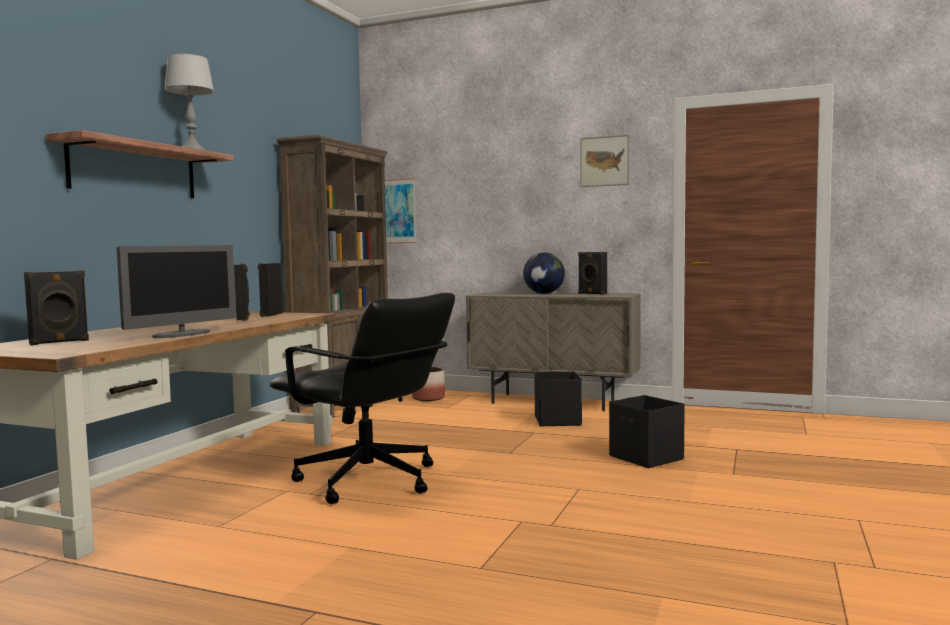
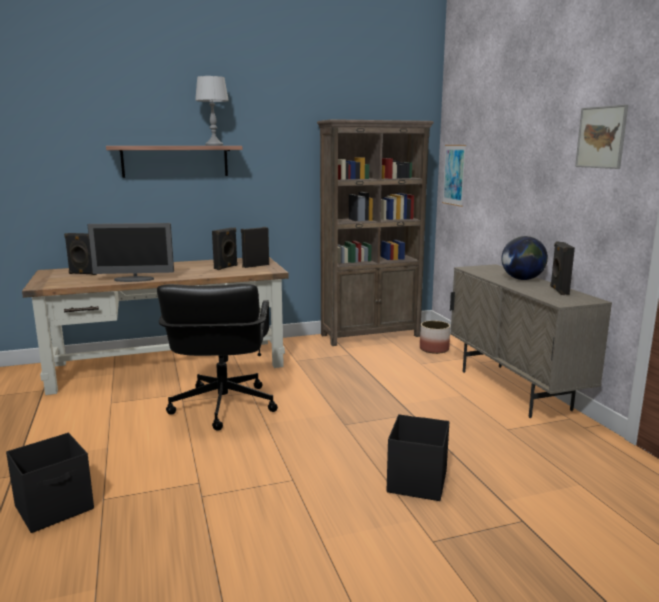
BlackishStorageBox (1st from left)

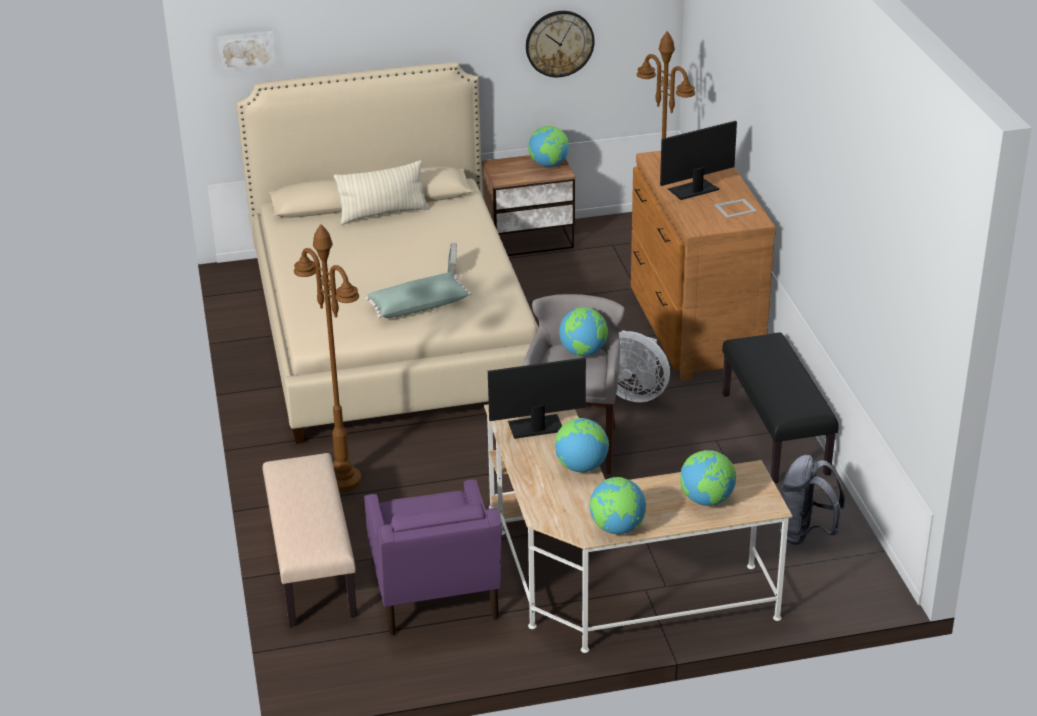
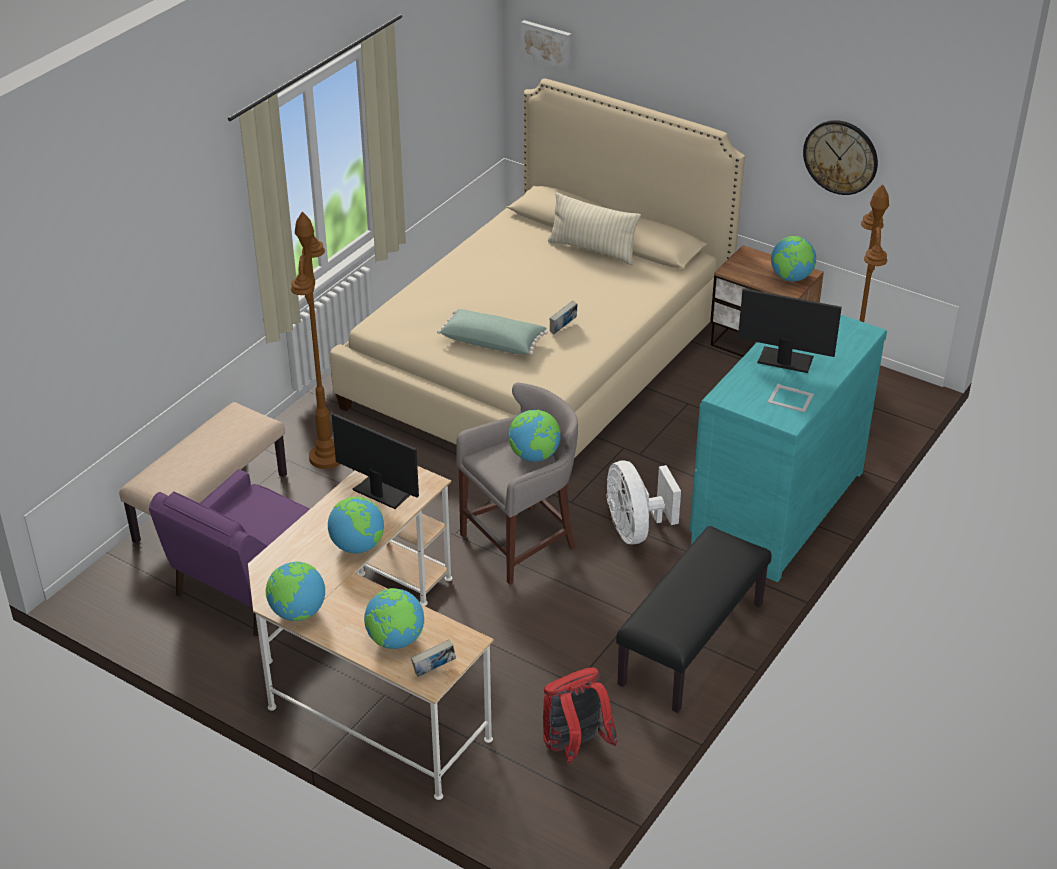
BoundBook (1st from left)
BlueGreenDrawerChest
RedBackpack

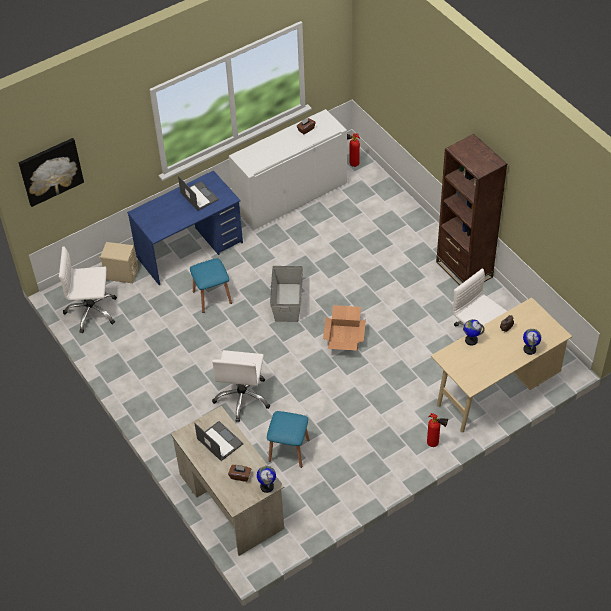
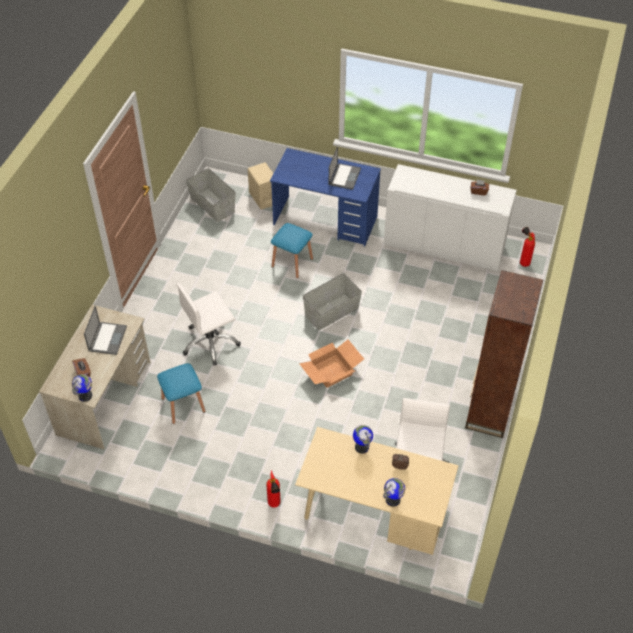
WallArt
GreyishStorageBox (1st from left)

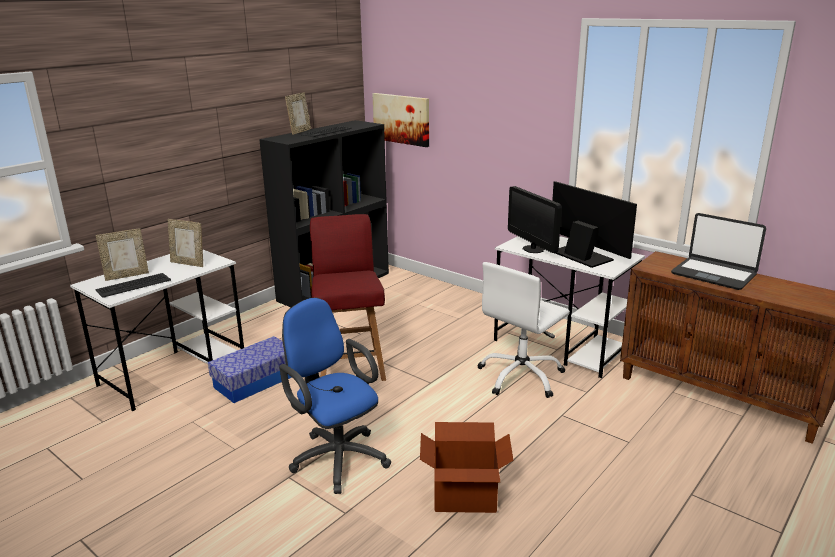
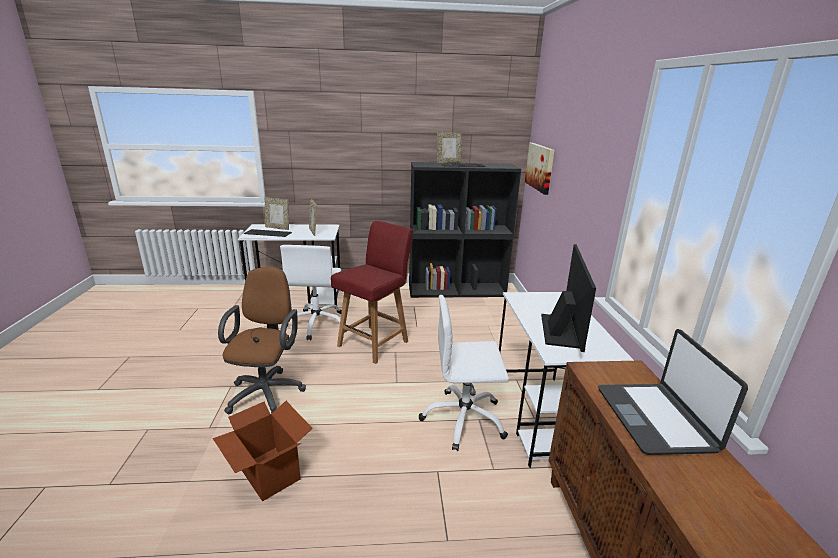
ComputerDisplay (1st from left in the first image)
WhiteColouredOfficeChair (1st from left)
BrownOfficeChair

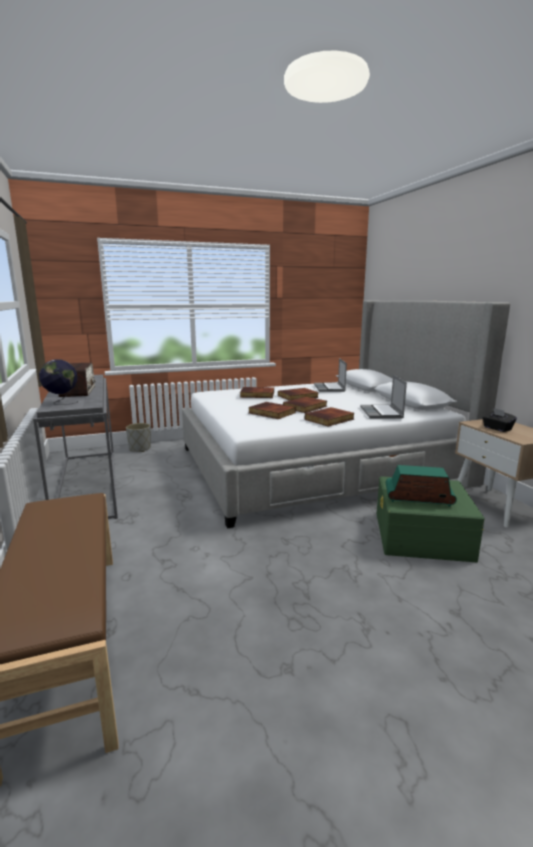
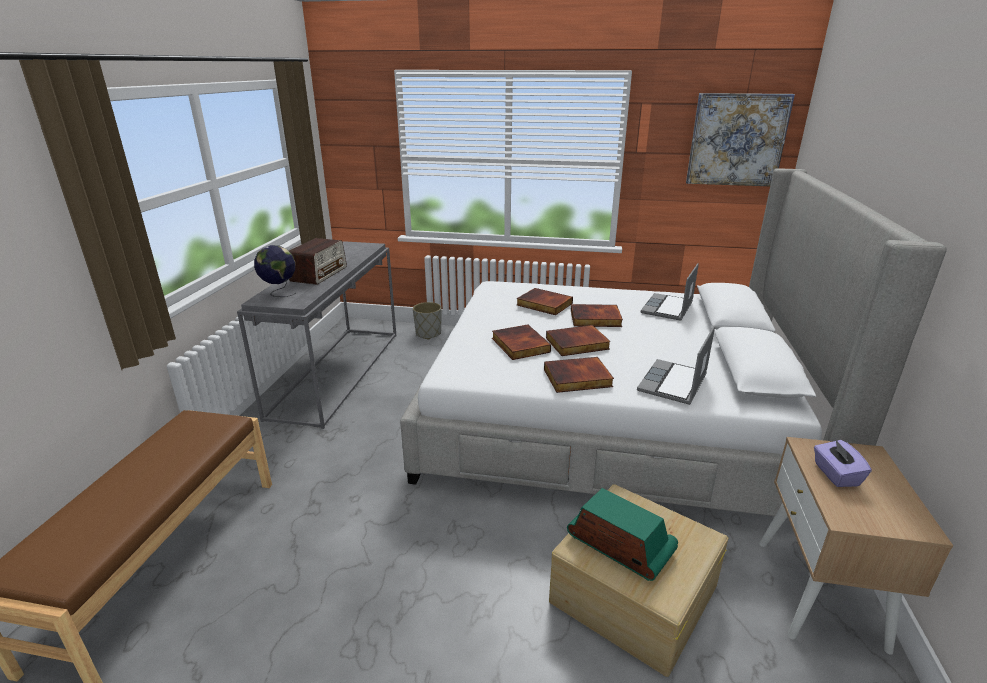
WallArt
SandColouredStorageBox
PurpleColouredTissueHolder

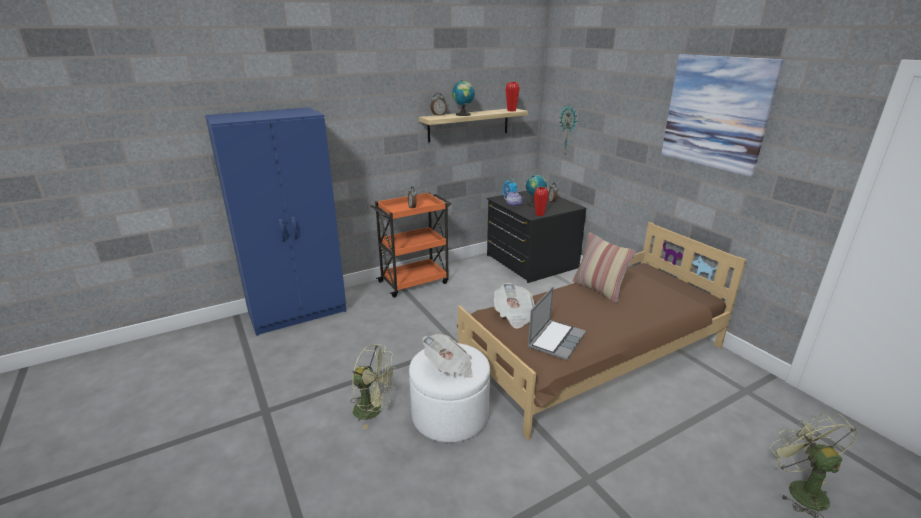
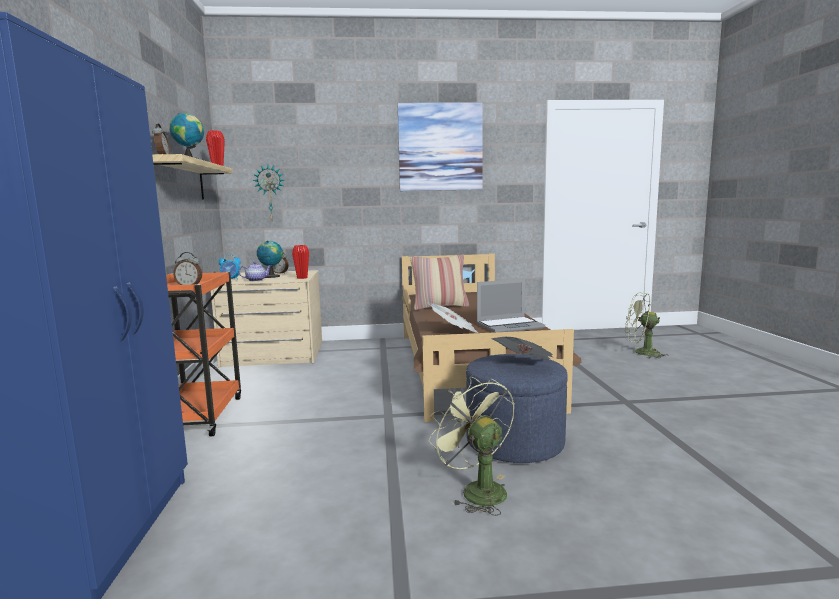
BluishFootrest
SandColouredDrawerChest
GreenCoolingFan (1st from left)
Laptop

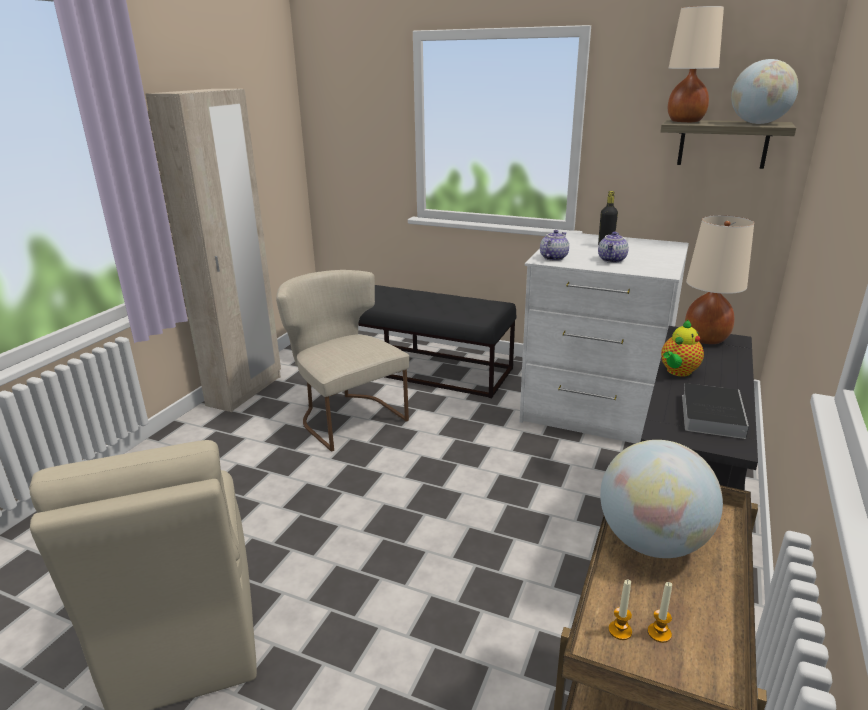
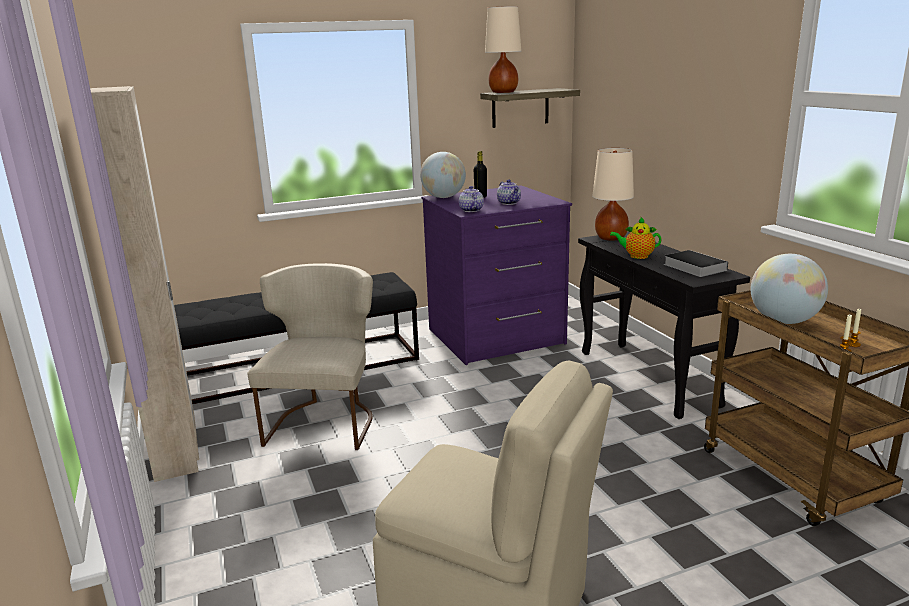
Globe (1st from left)
PurpleColouredDrawerChest
SandColouredPlainChair (1st from left)
TeaPot (3rd from left)

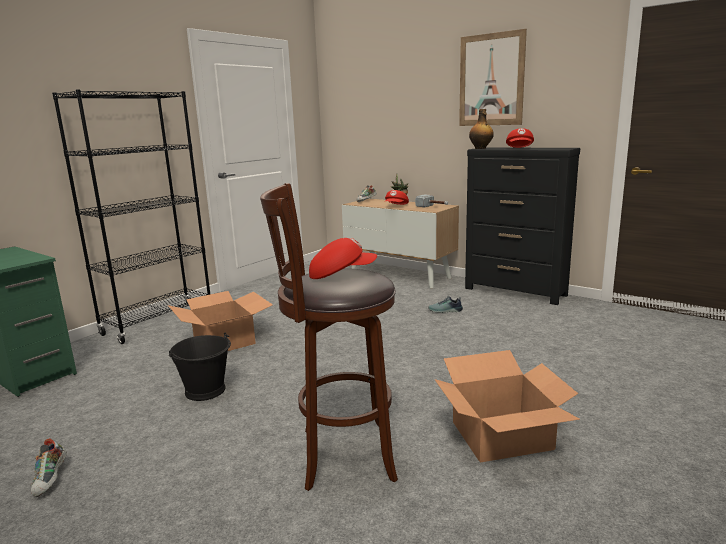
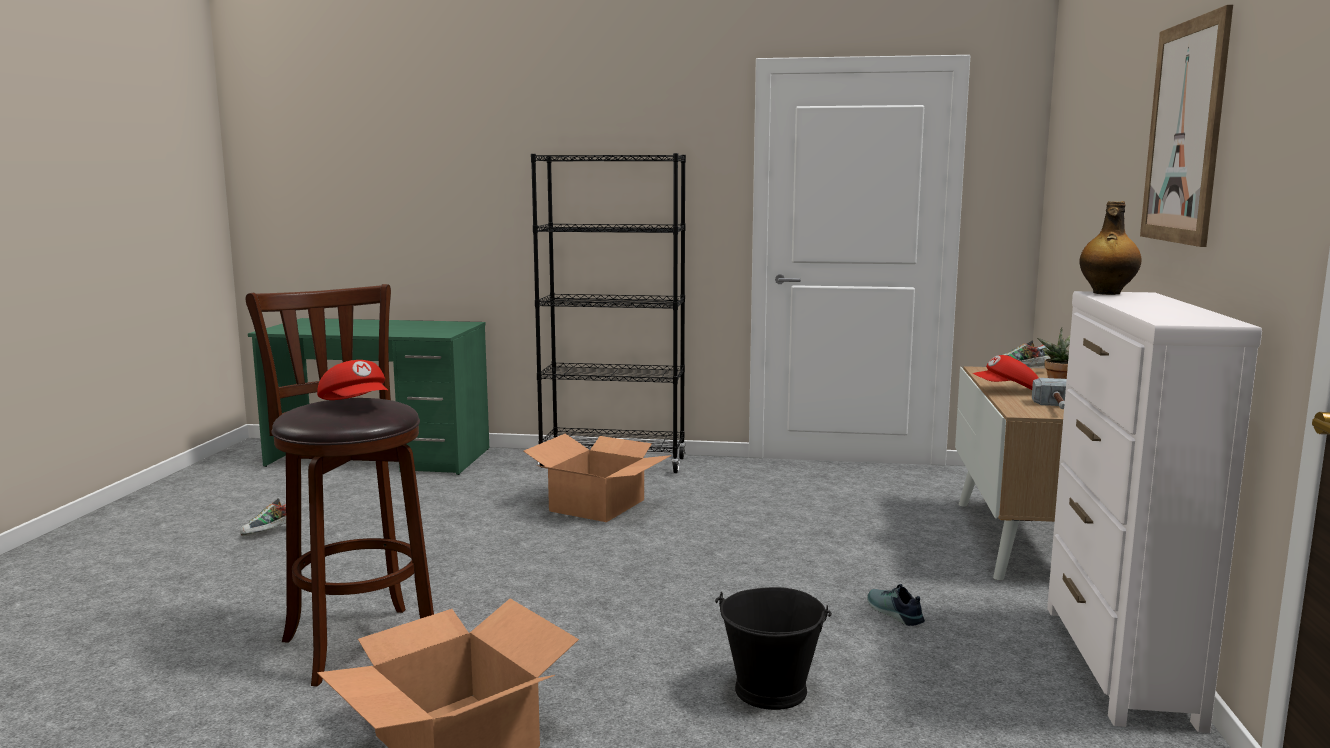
RedPeakedCap (3rd from left in the first image)
BlackishWaterBucket
WhiteColouredDrawerChest

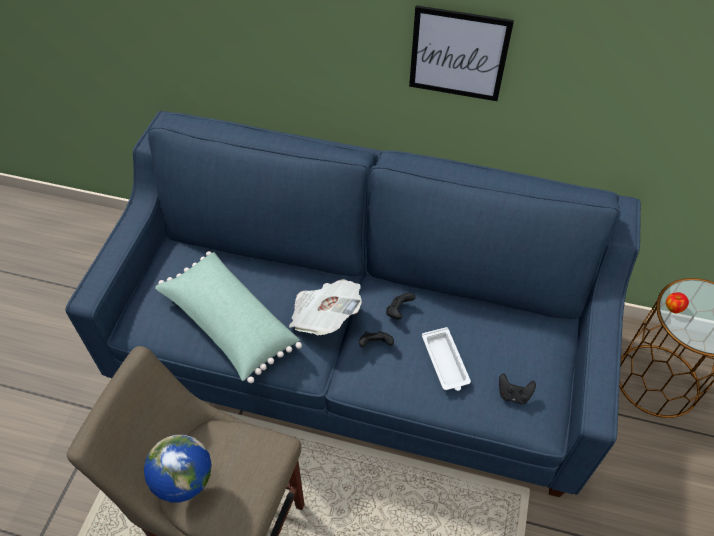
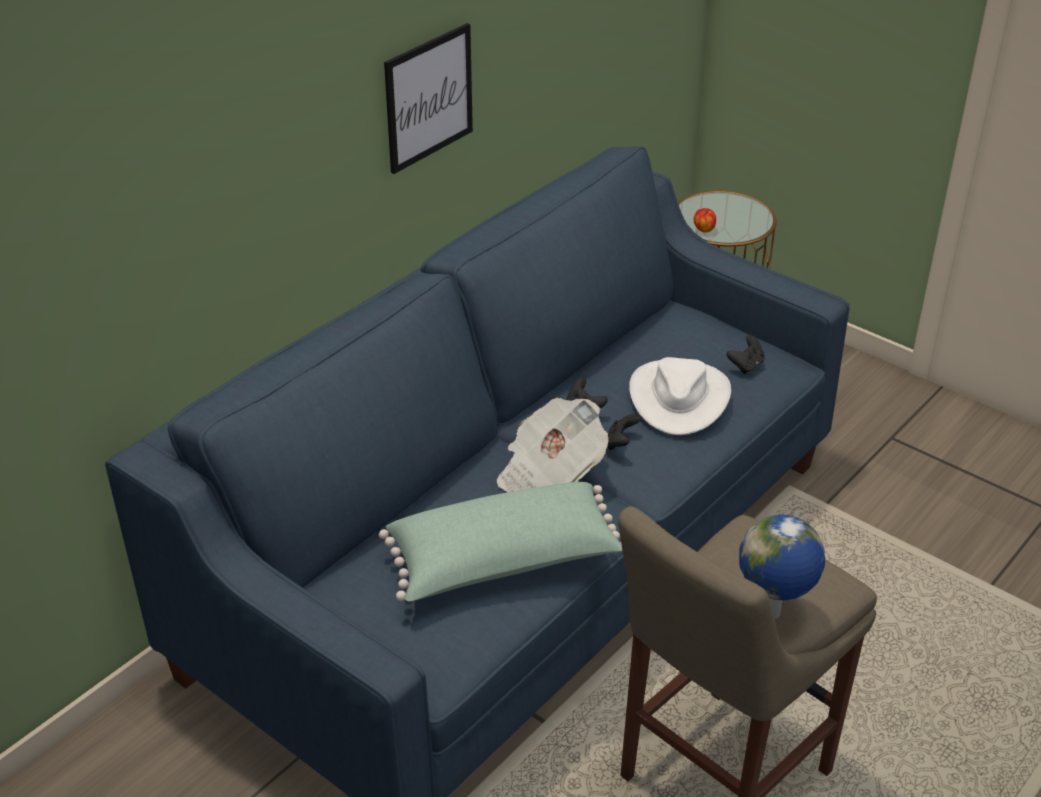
WhiteColouredHat

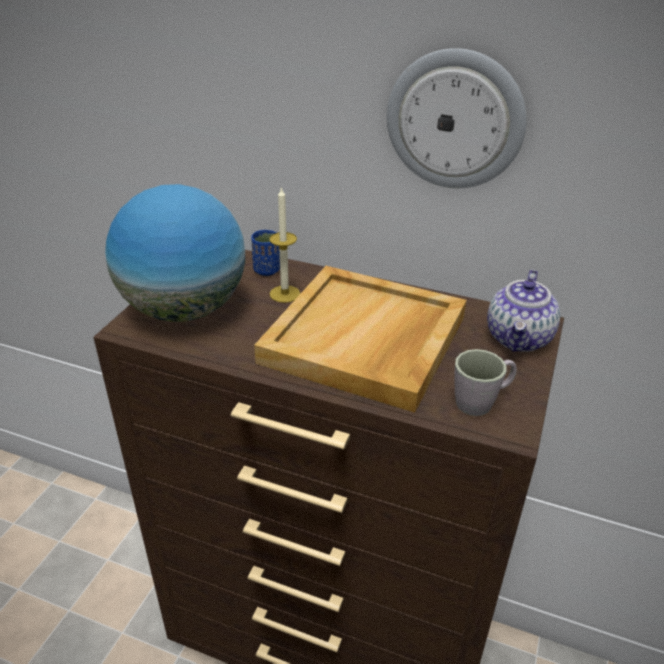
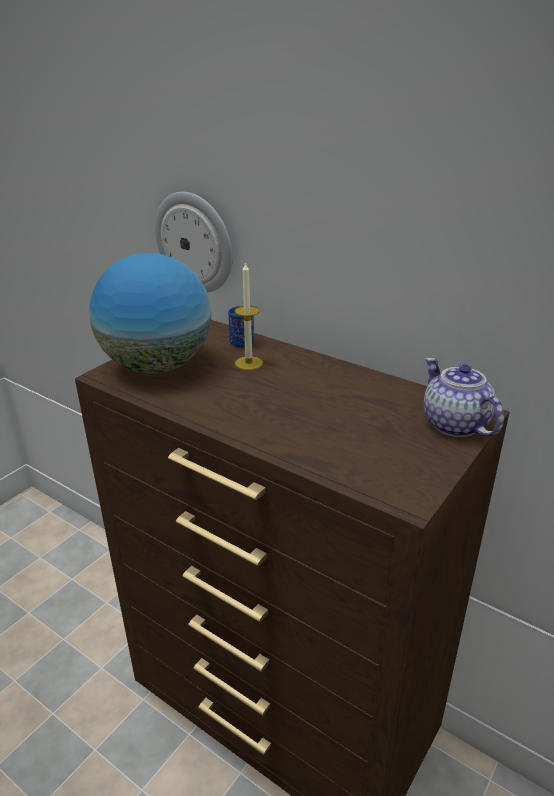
SandColouredTray
GreyishTeaMug
HangingClock
TeaPot

